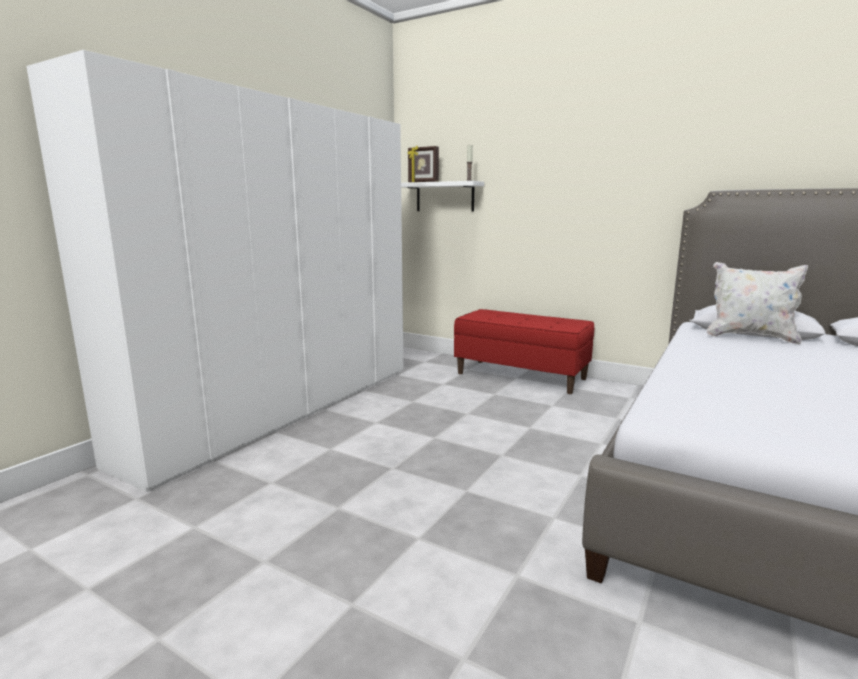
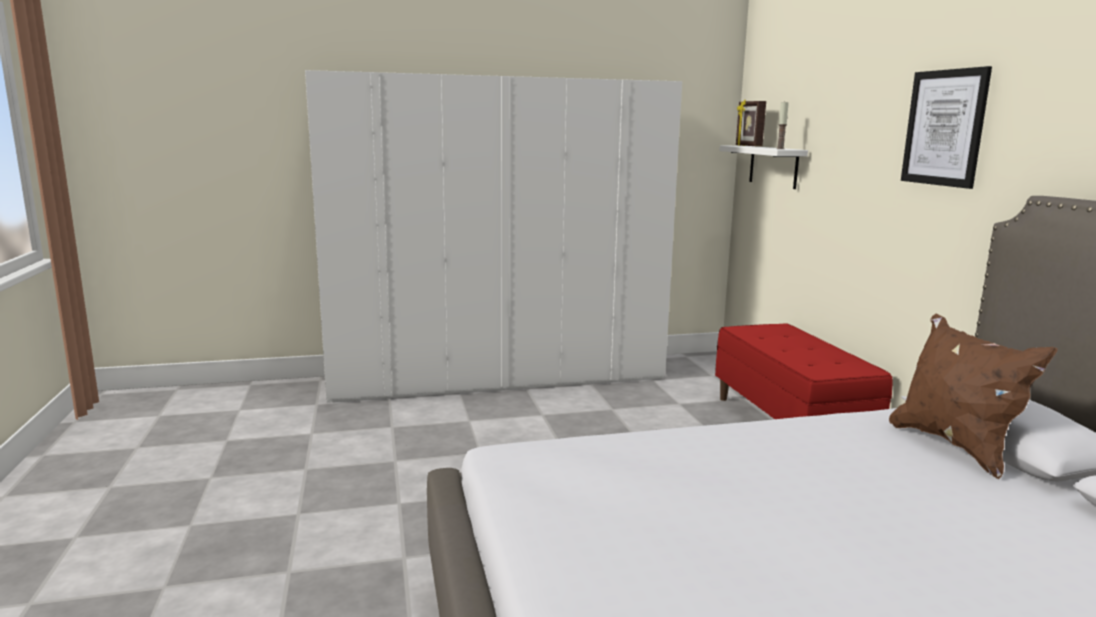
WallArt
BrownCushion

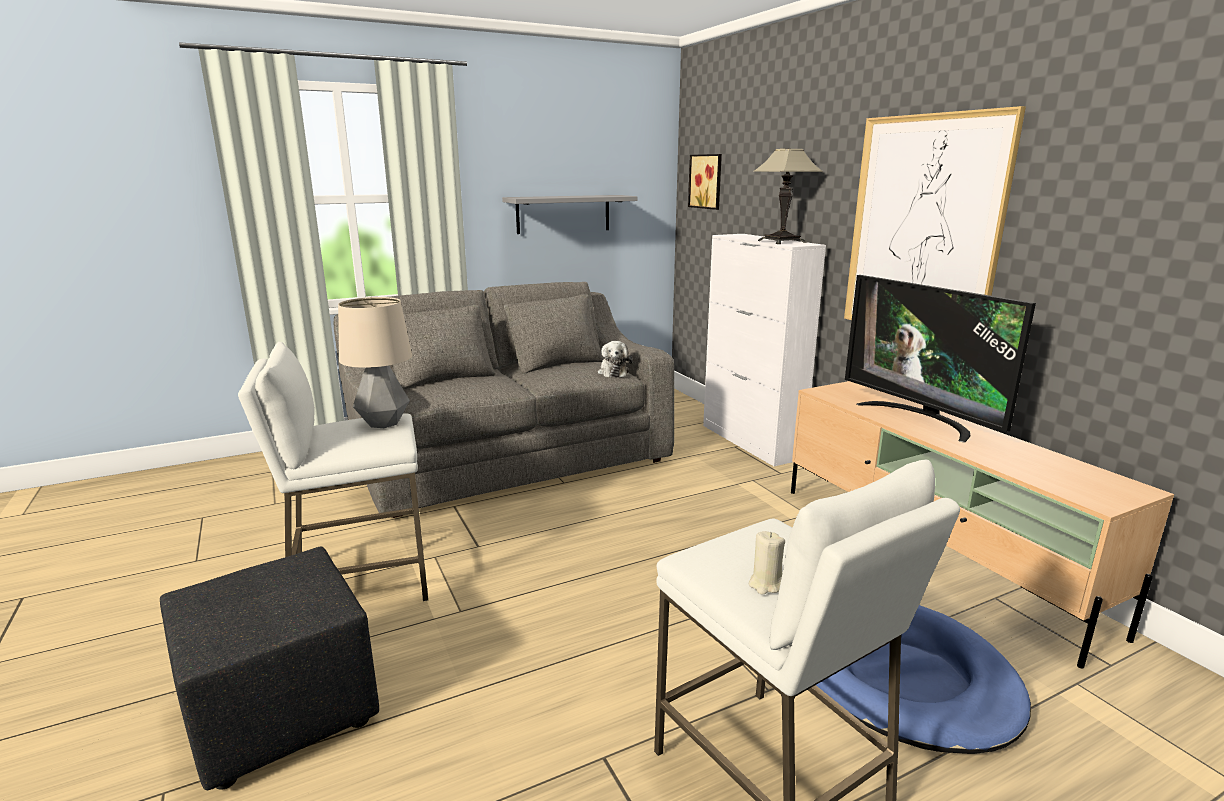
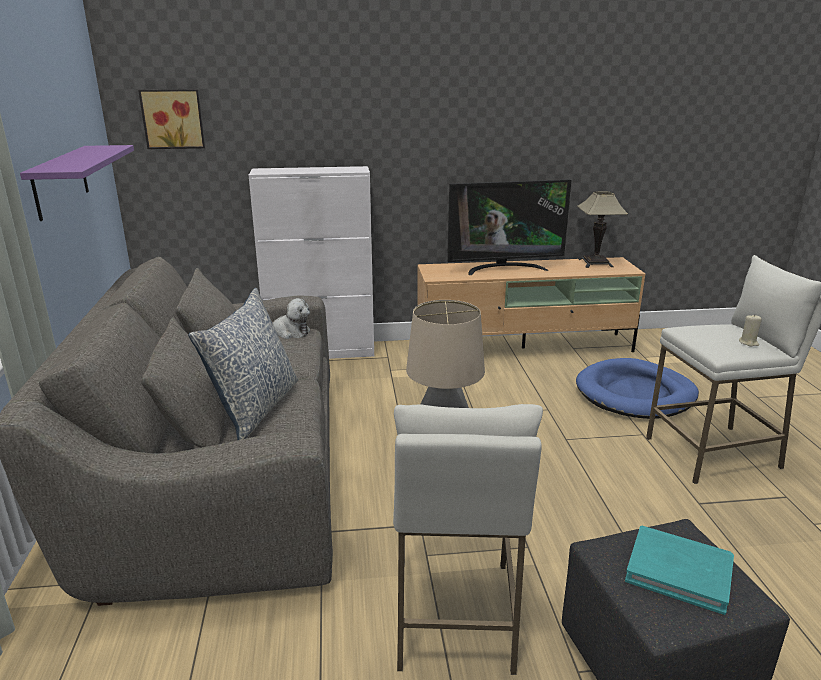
WallArt (2nd from left in the first image)
Cushion
BlueGreenBoundBook
TabletopLamp (2nd from left)
PurpleColouredBracketShelf

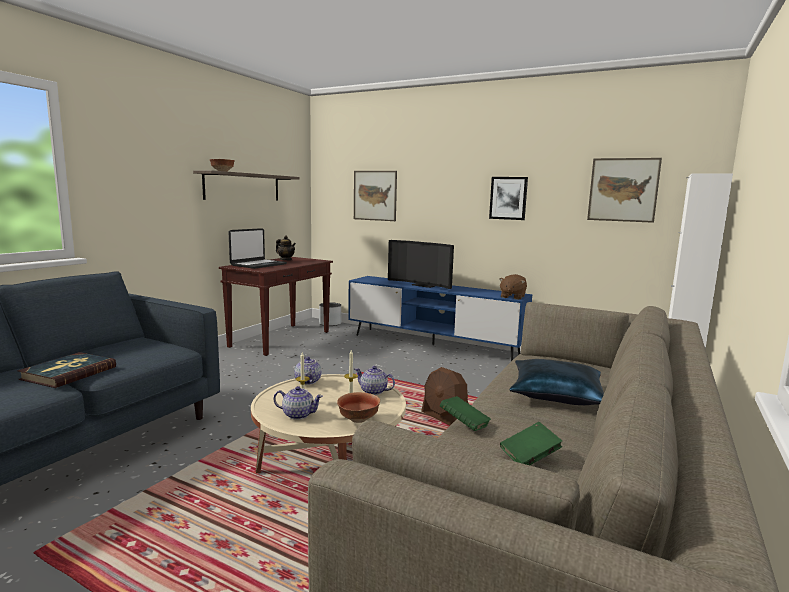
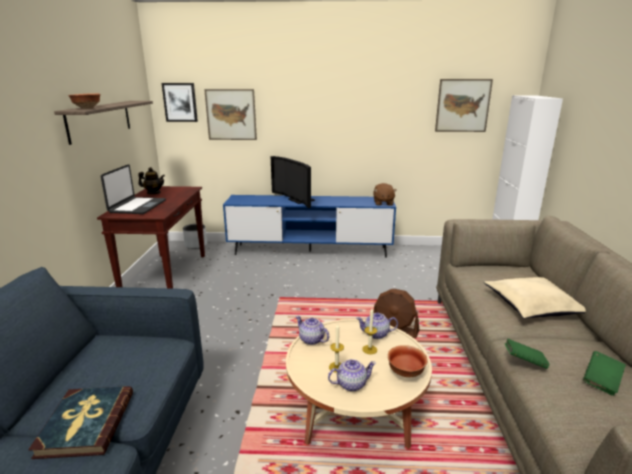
WallArt (1st from left)
SandColouredCushion
Television

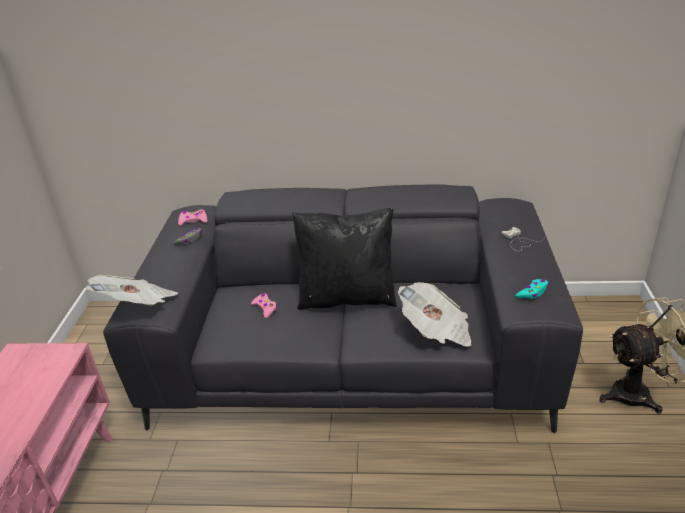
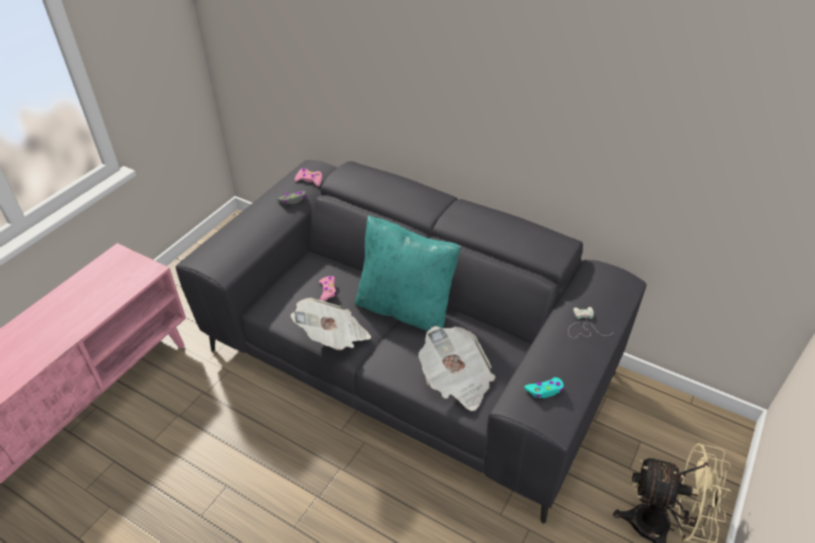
DailyPaper (1st from left)
BlueGreenCushion

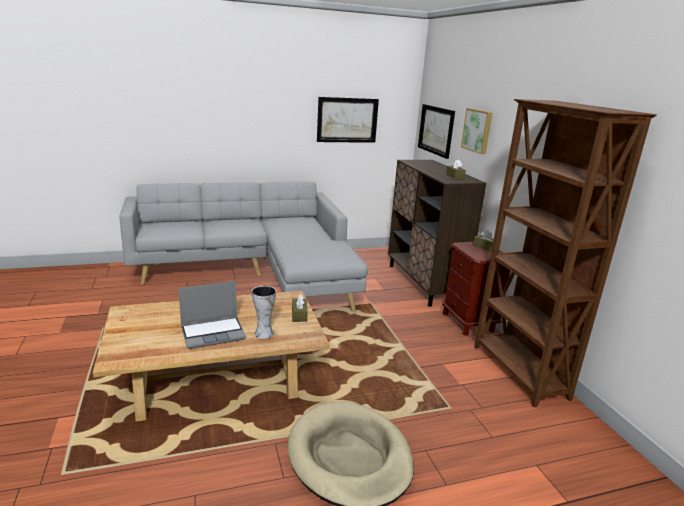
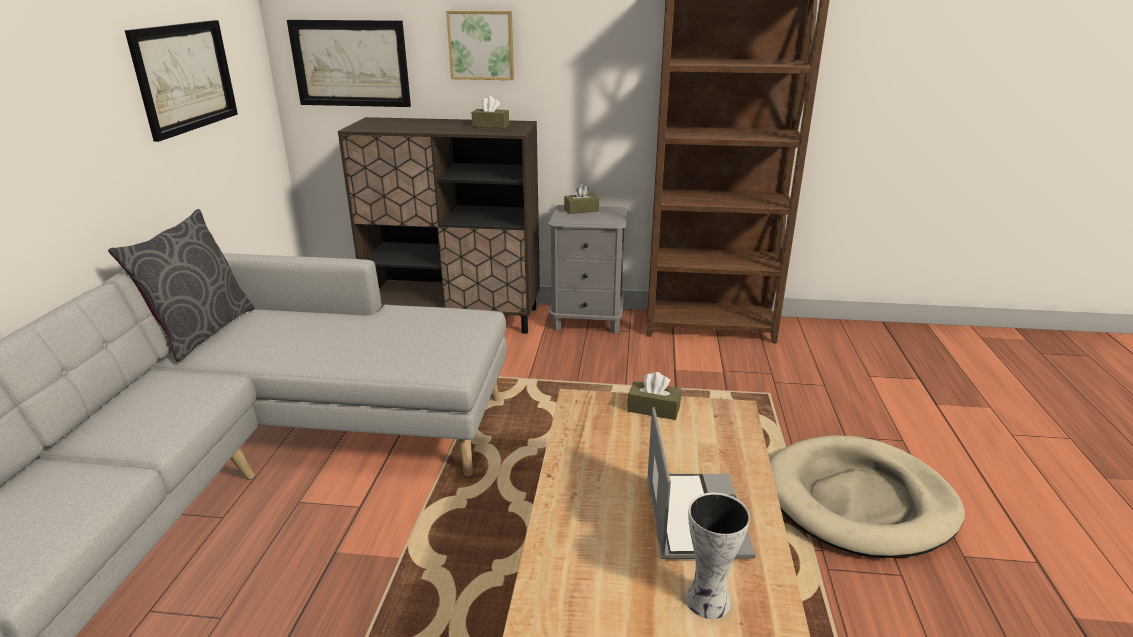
GreyishCushion
Vase
GreyishNightstand

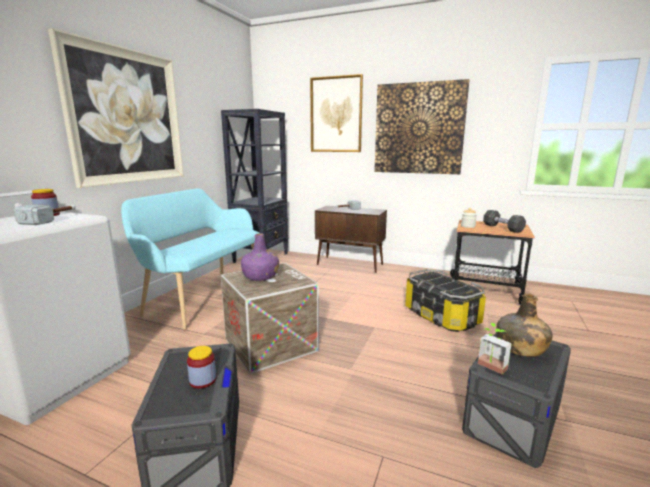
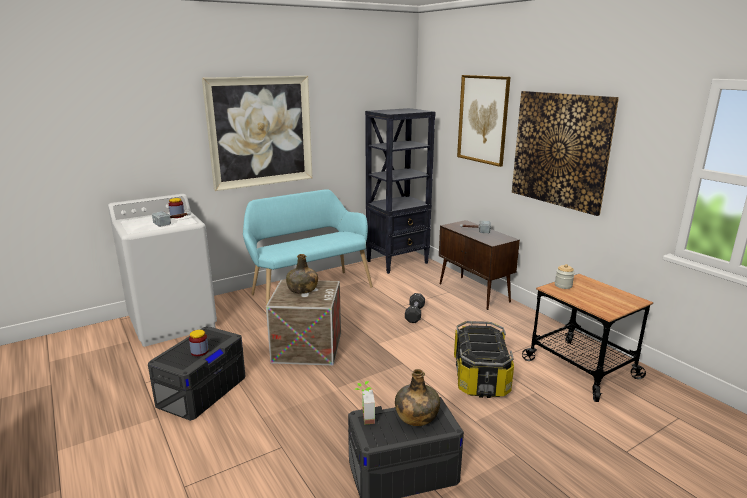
BlackishFreeWeight
GreenDrinkBottle (1st from left)

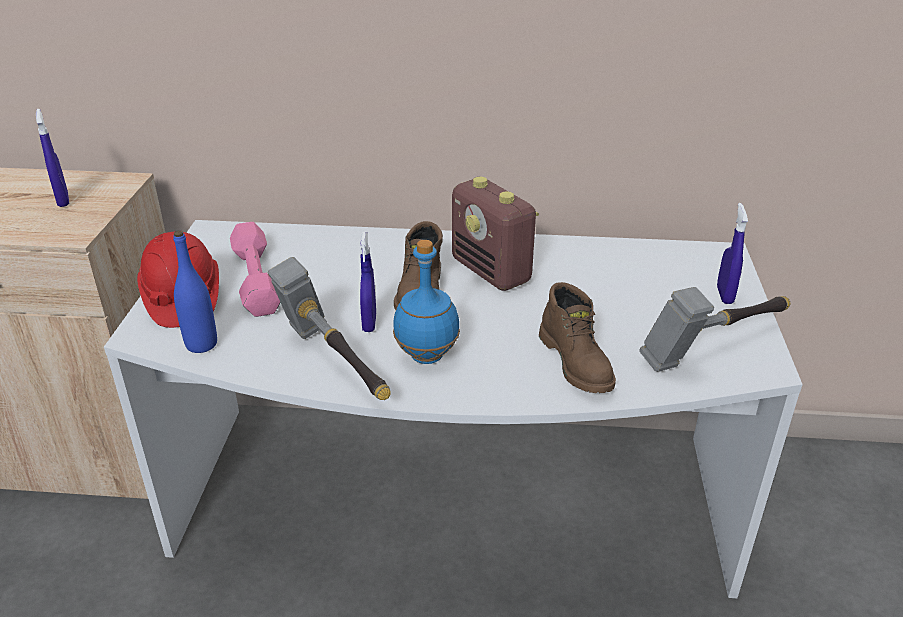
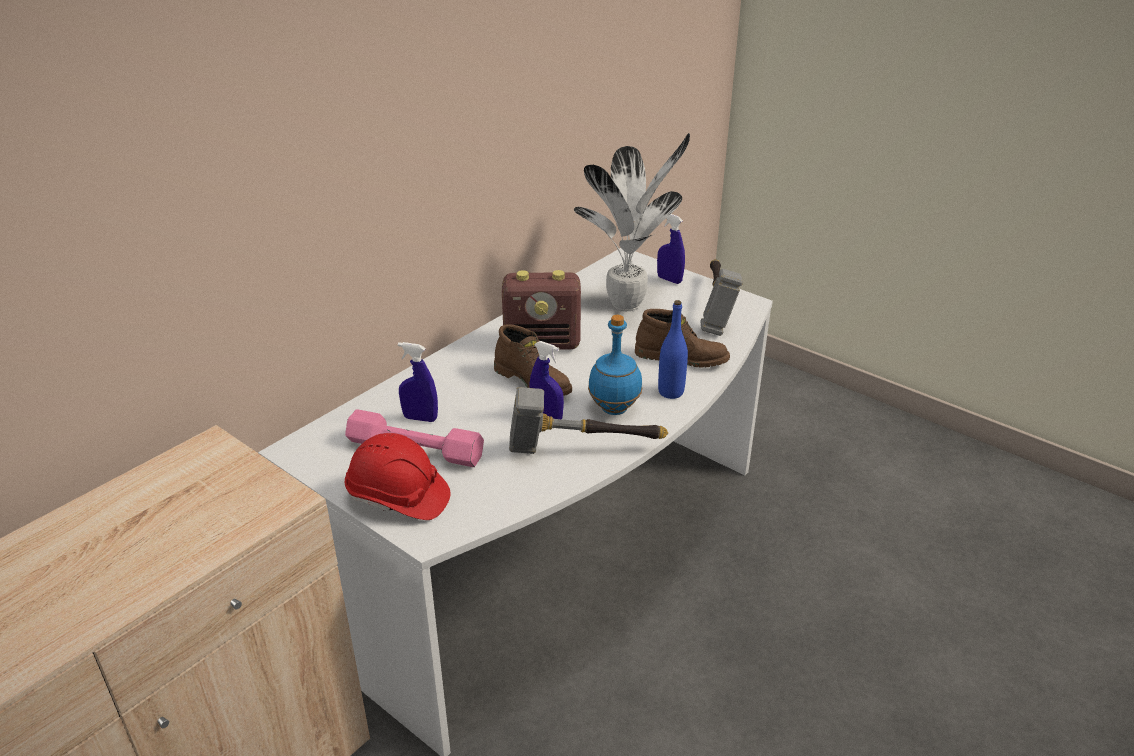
PlantInAPot
BluishHandSprayer (1st from left)
BluishDrinkBottle (2nd from left)

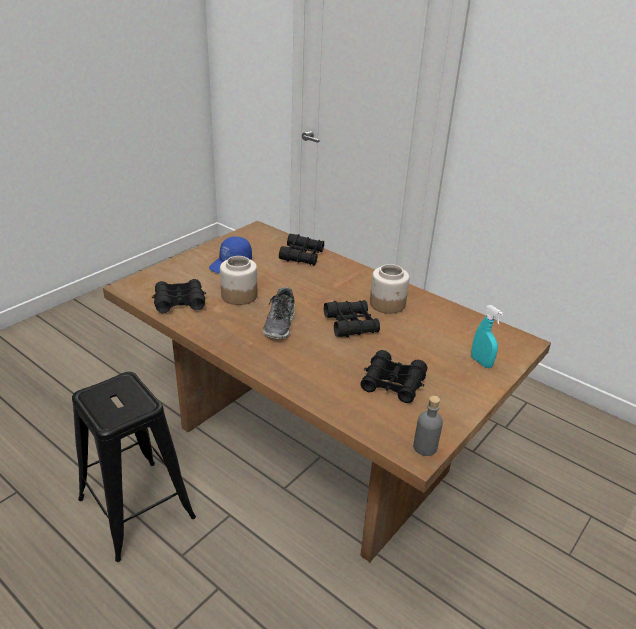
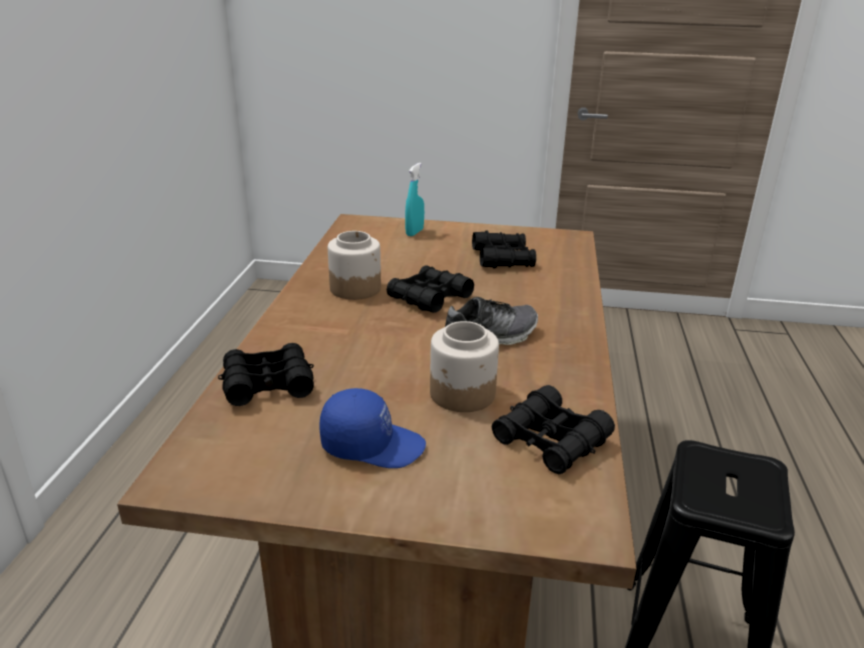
GreyishDrinkBottle

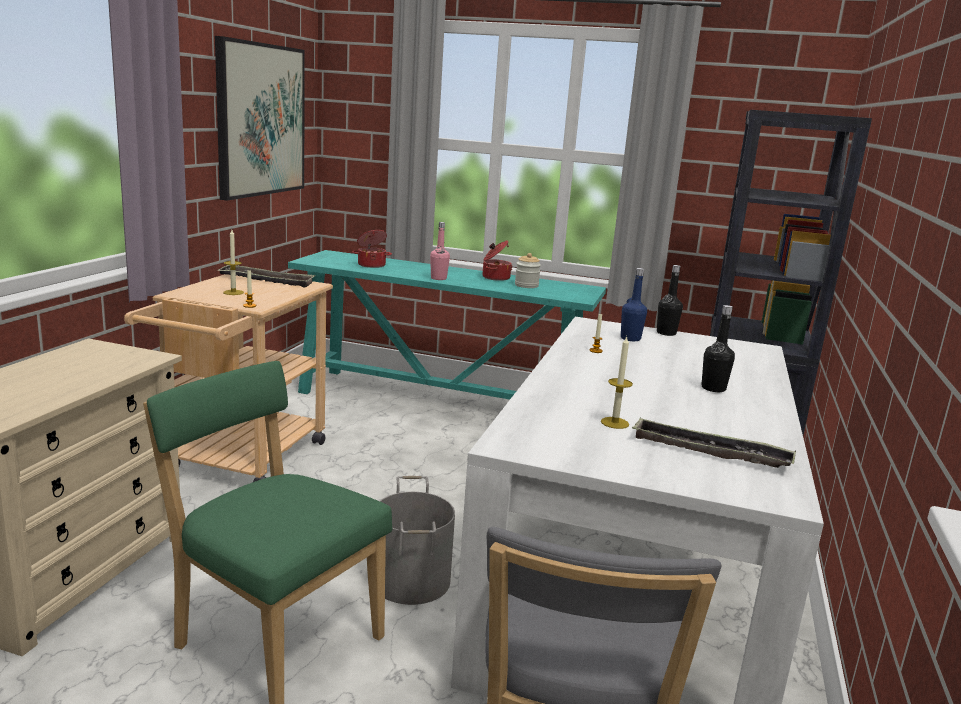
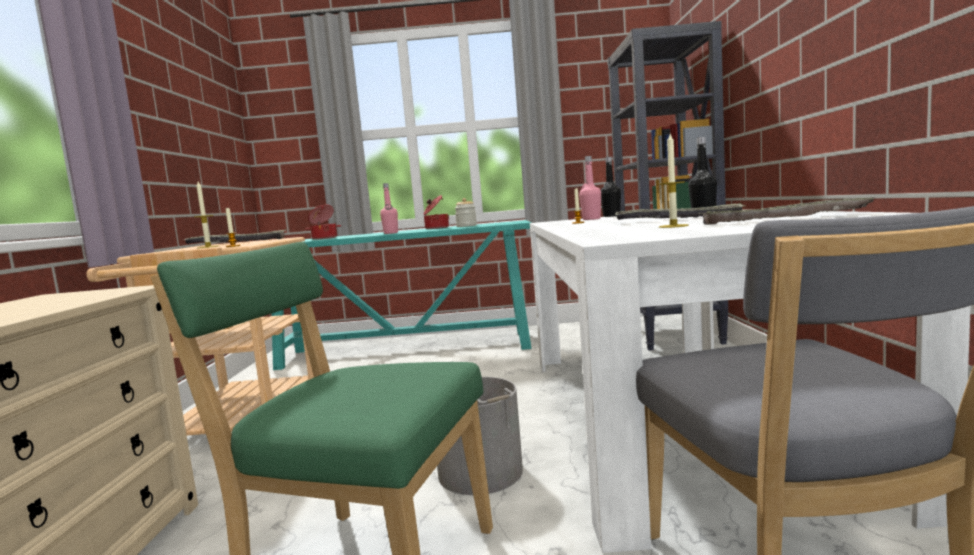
WallArt
Tray (2nd from left)
PinkDrinkBottle (2nd from left)

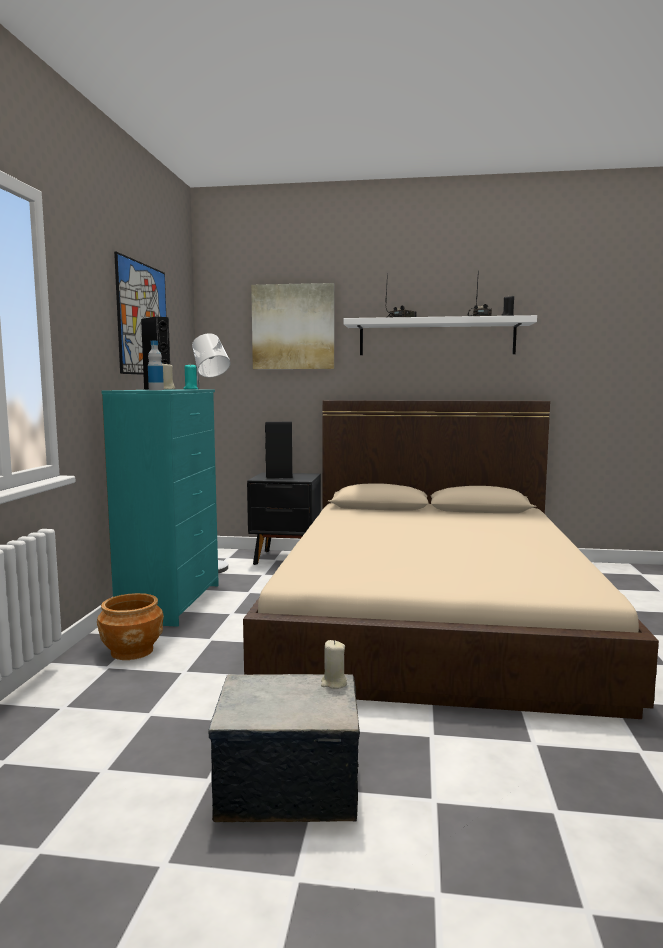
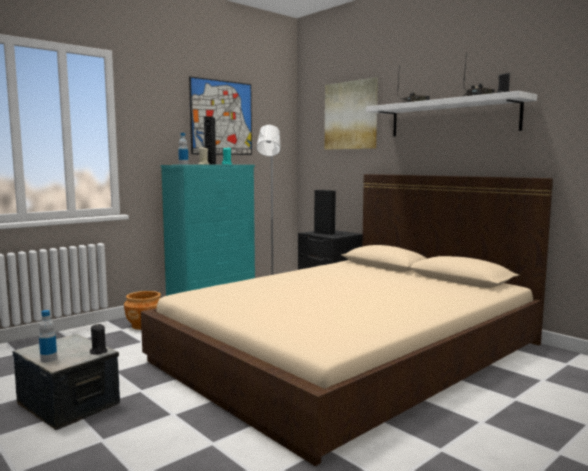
DrinkBottle (1st from left)
BlackishWaxLight (1st from left)

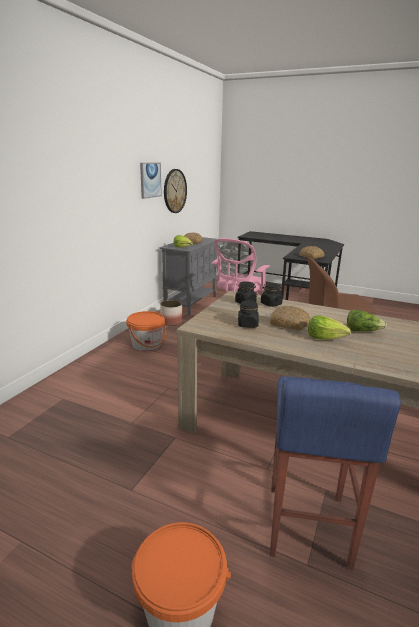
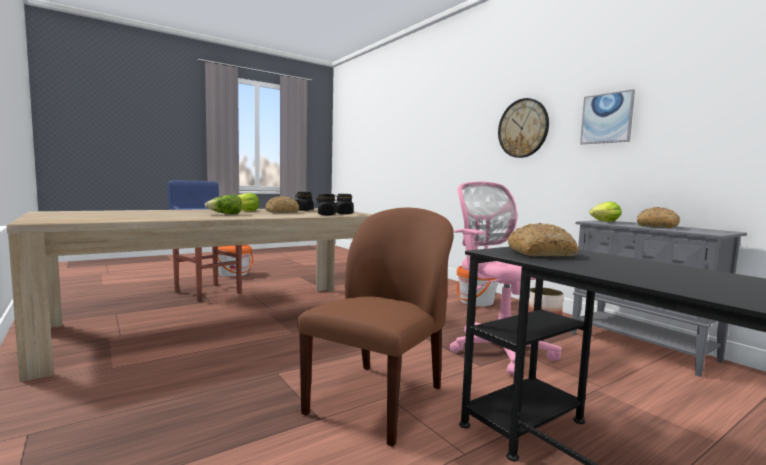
HangingClock

